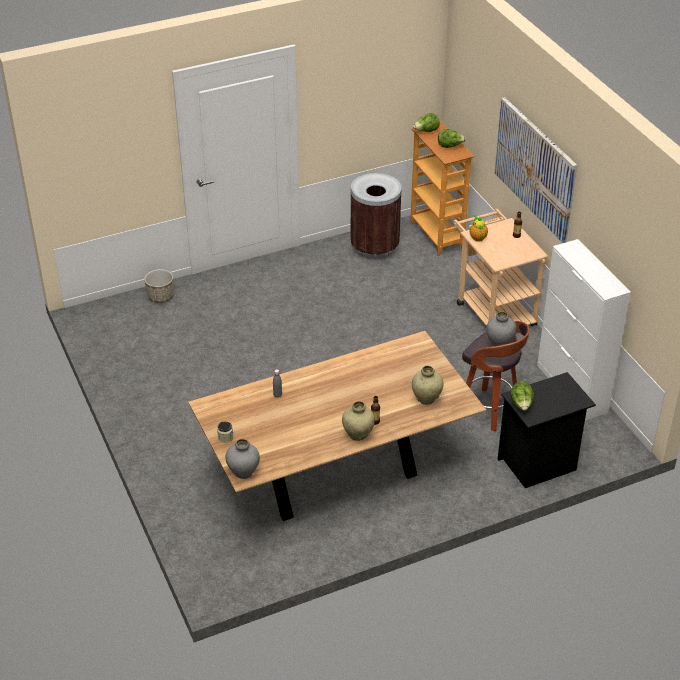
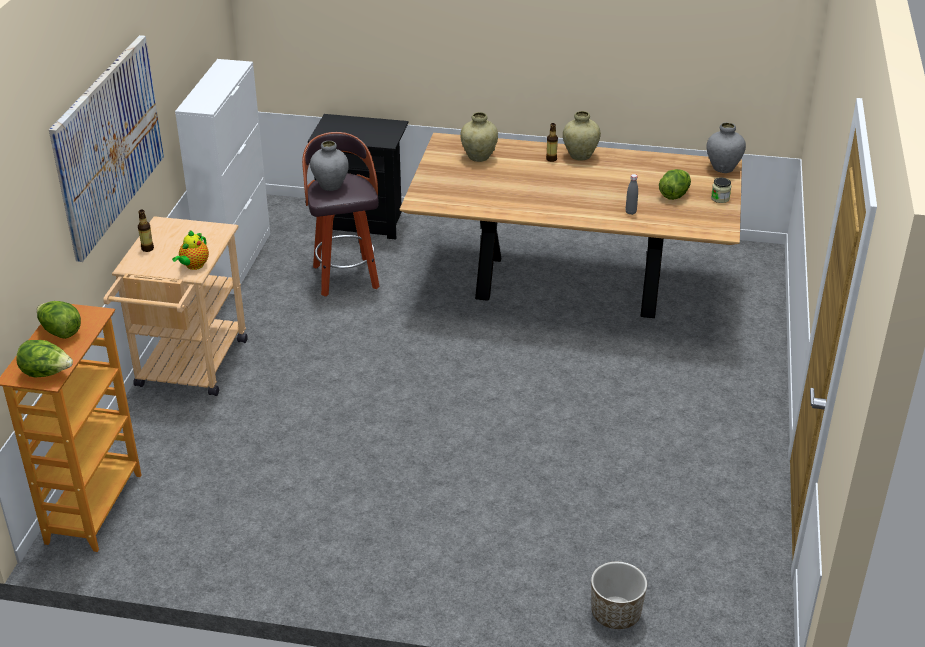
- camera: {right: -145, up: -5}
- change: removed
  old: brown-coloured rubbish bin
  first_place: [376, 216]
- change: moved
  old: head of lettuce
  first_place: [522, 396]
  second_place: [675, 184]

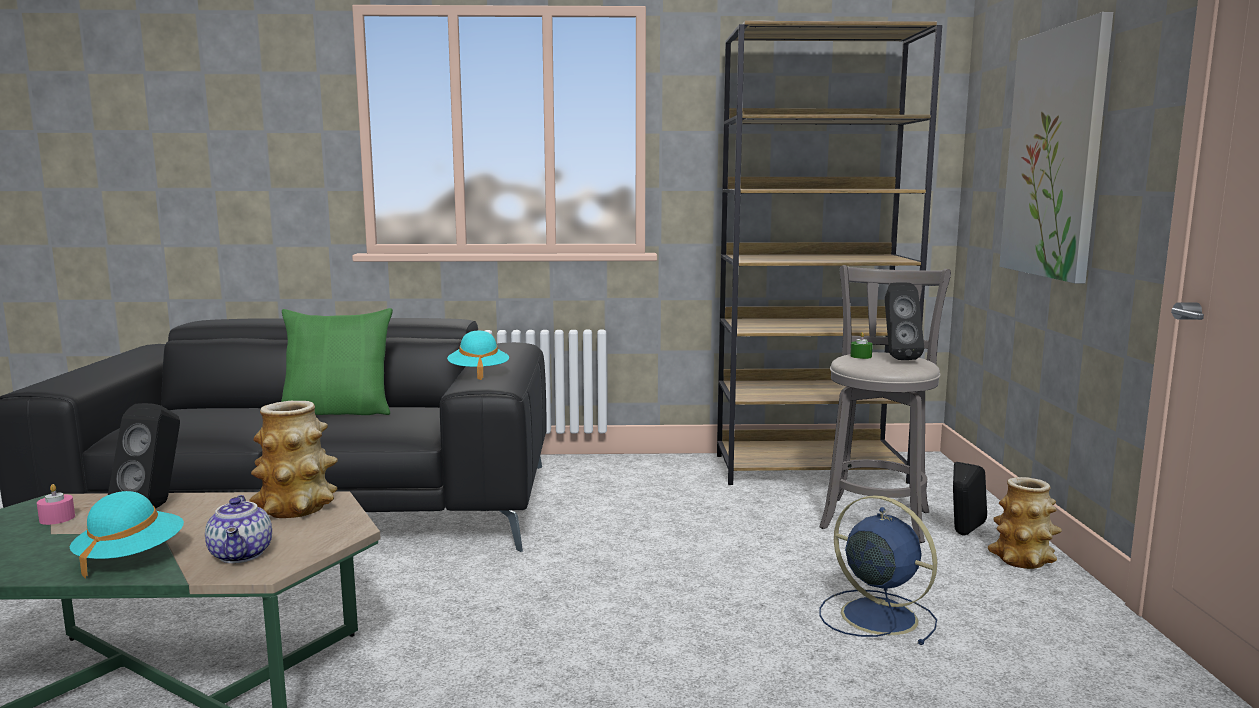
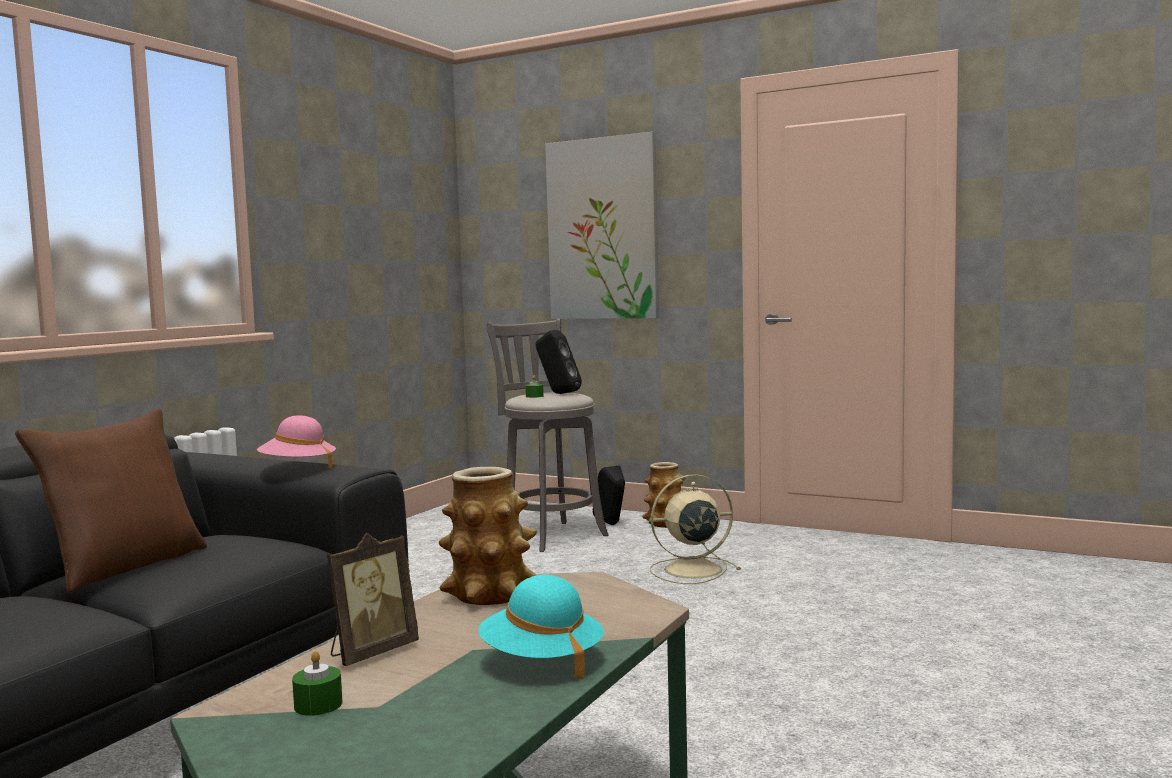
- camera: {right: -60, up: -5}
- change: removed
  old: teapot
  first_place: [238, 529]
- change: removed
  old: brown-coloured bookshelf
  first_place: [829, 253]
- change: replaced
  old: blackish speaker
  new: picture frame
  first_place: [144, 456]
  second_place: [373, 599]
- change: recoloured
  old: pink-coloured wax candle
  new: green wax candle
  first_place: [56, 504]
  second_place: [317, 683]
- change: recoloured
  old: green pillow
  new: brown-coloured pillow
  first_place: [337, 361]
  second_place: [111, 500]
- change: recoloured
  old: blue-green hat
  new: pink-coloured hat
  first_place: [478, 355]
  second_place: [296, 442]
- change: recoloured
  old: bluish cooling fan
  new: sand-coloured cooling fan
  first_place: [878, 570]
  second_place: [695, 529]

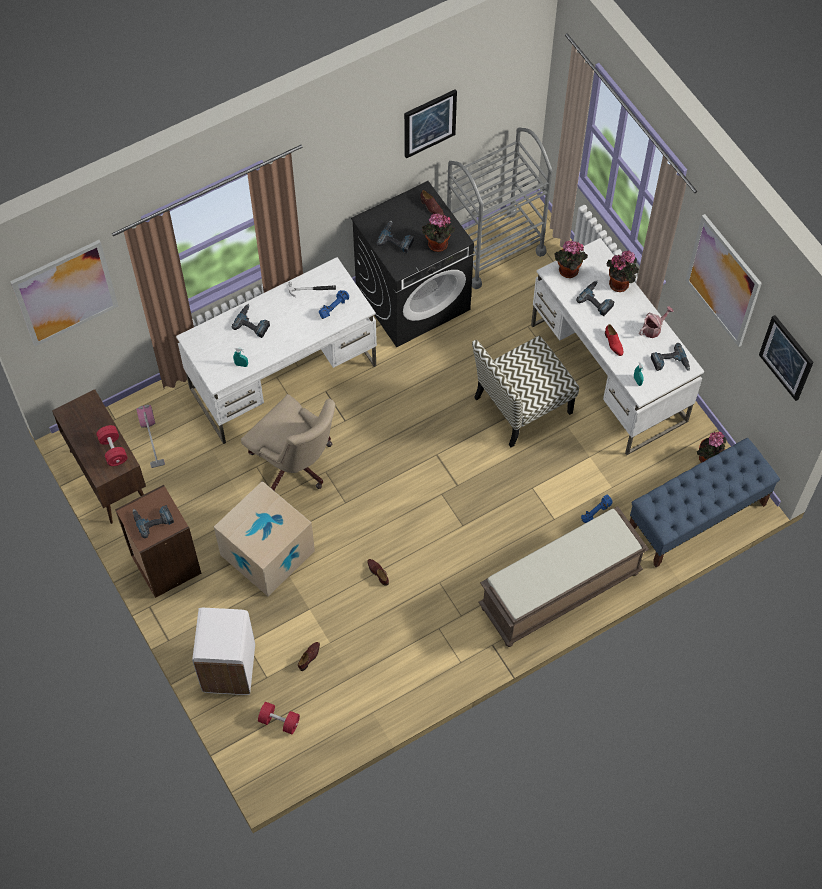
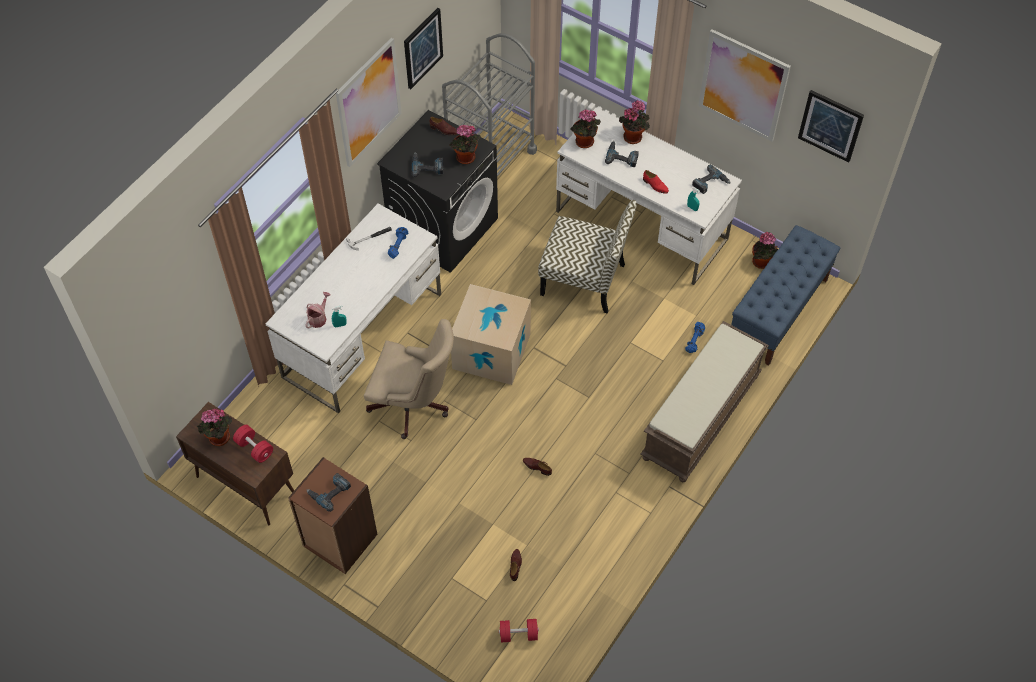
- camera: {right: -25, up: -5}
- change: removed
  old: vacuum cleaner
  first_place: [150, 436]
- change: removed
  old: white rubbish bin
  first_place: [223, 651]
- change: removed
  old: electric drill
  first_place: [251, 321]
- change: added
  new: plant in a pot
  second_place: [214, 427]
- change: moved
  old: wall picture
  first_place: [64, 293]
  second_place: [369, 102]
- change: moved
  old: packing box
  first_place: [264, 538]
  second_place: [491, 334]
- change: moved
  old: sprinkling can
  first_place: [656, 322]
  second_place: [318, 310]
- change: turned
  old: plain chair
  first_place: [525, 391]
  second_place: [587, 256]
  degrees: -105

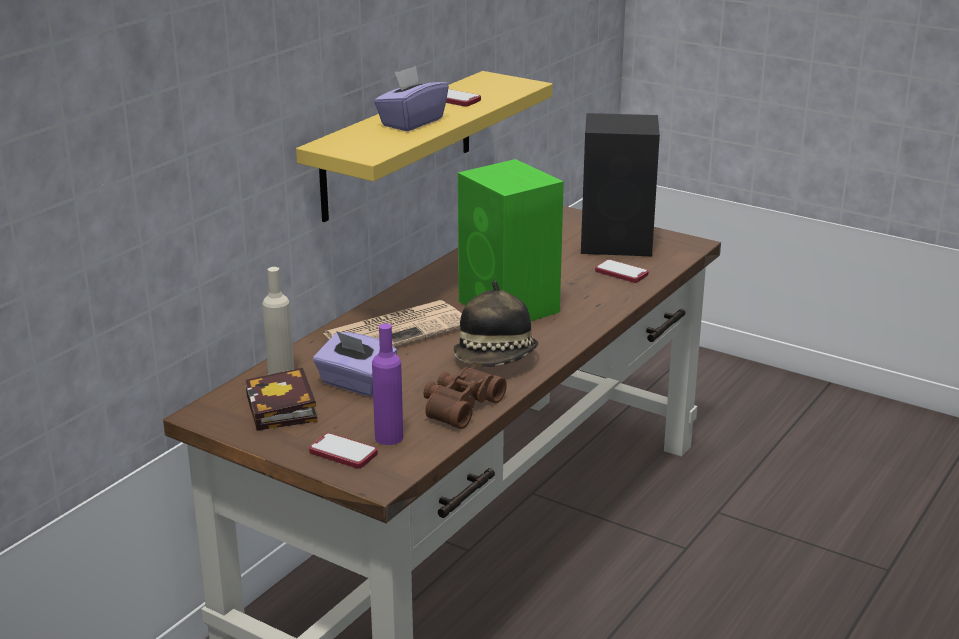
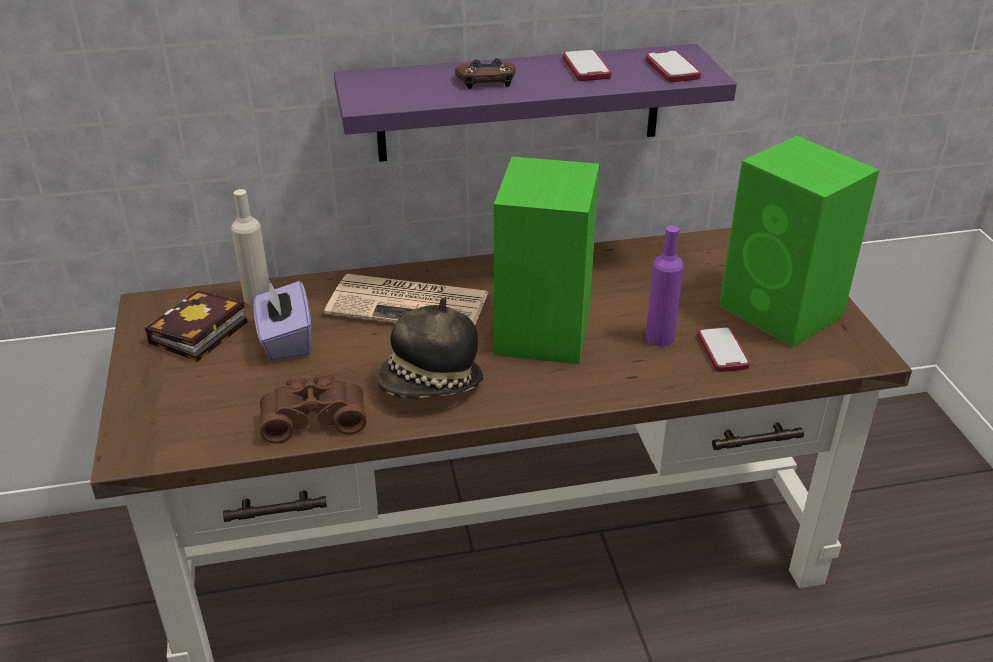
- camera: {right: 45, up: 10}
- change: moved
  old: telephone
  first_place: [343, 450]
  second_place: [673, 66]
- change: moved
  old: purple-coloured bottle
  first_place: [387, 384]
  second_place: [664, 285]
- change: replaced
  old: purple-coloured tissue holder
  new: brown-coloured gamepad
  first_place: [411, 98]
  second_place: [485, 73]
- change: recoloured
  old: yellow bracket shelf
  new: purple-coloured bracket shelf
  first_place: [424, 146]
  second_place: [535, 103]
- change: recoloured
  old: blackish speaker
  new: green speaker
  first_place: [620, 184]
  second_place: [799, 241]

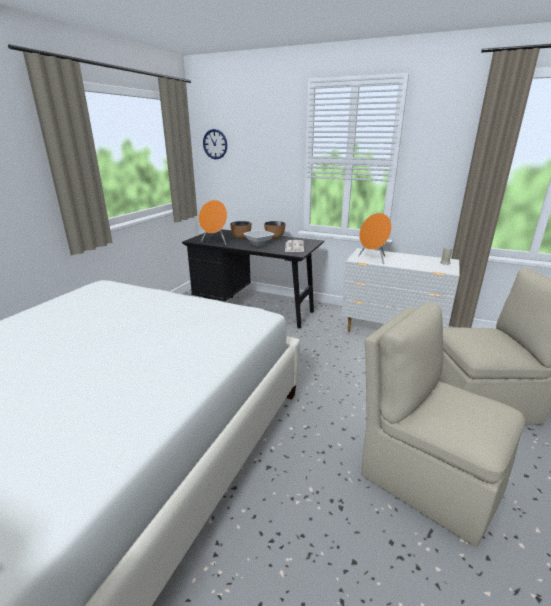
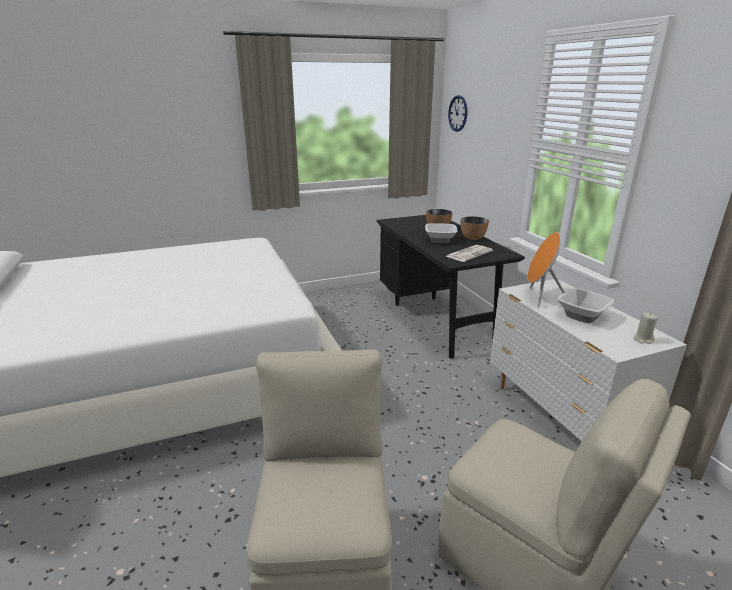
- camera: {right: 45, up: 0}
- change: removed
  old: orange-coloured speaker
  first_place: [213, 222]
- change: added
  new: bowl
  second_place: [585, 305]

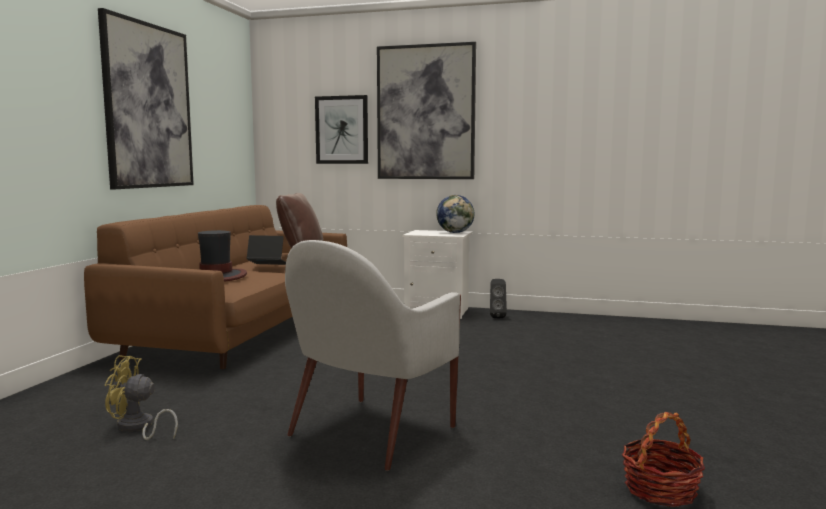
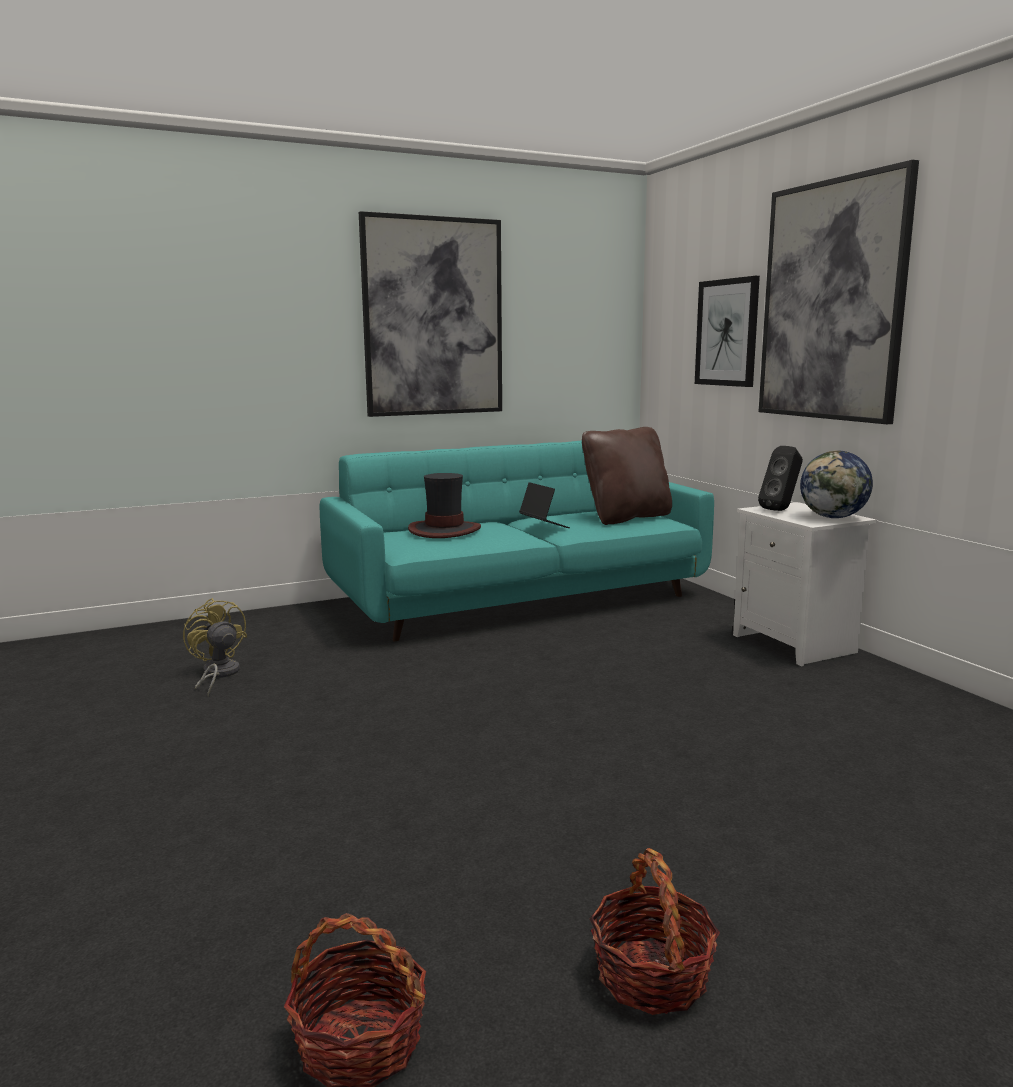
- camera: {right: 50, up: 5}
- change: removed
  old: white armchair
  first_place: [373, 355]
- change: added
  new: basket
  second_place: [654, 931]
- change: moved
  old: blackish speaker
  first_place: [498, 298]
  second_place: [780, 478]
- change: recoloured
  old: brown-coloured sofa
  new: blue-green sofa
  first_place: [215, 287]
  second_place: [517, 541]

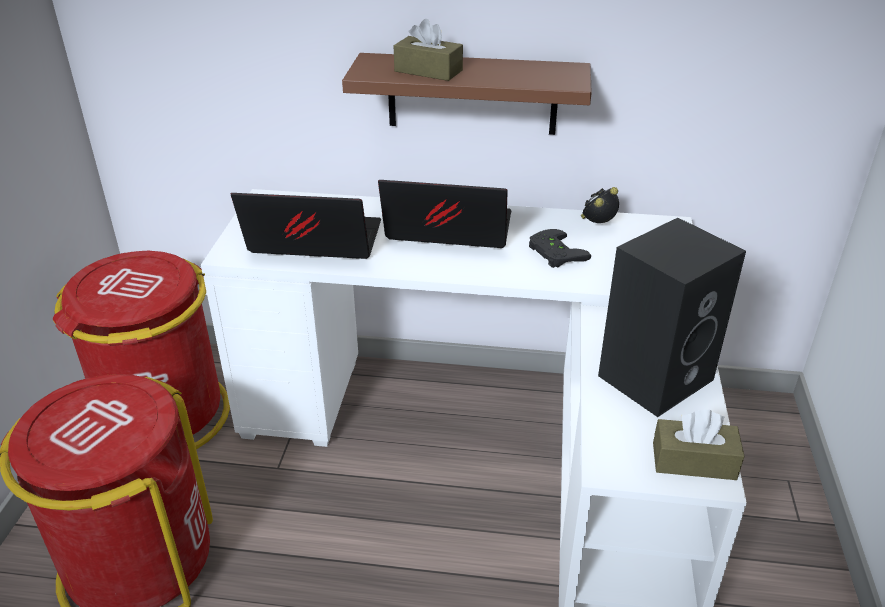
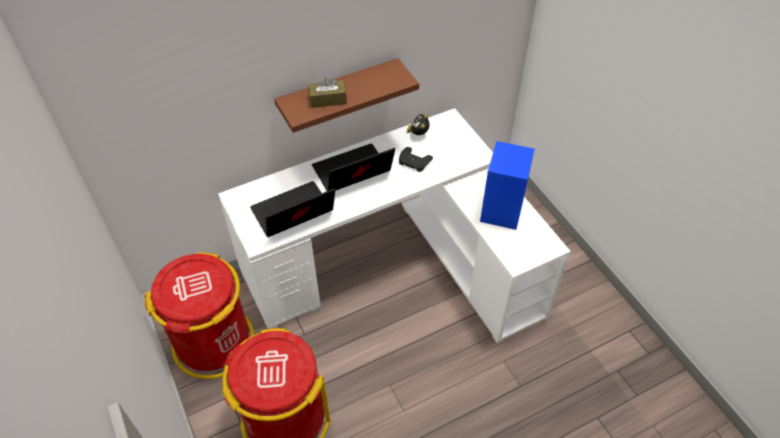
- camera: {right: -35, up: 15}
- change: removed
  old: brown-coloured tissue holder
  first_place: [698, 445]
- change: recoloured
  old: blackish speaker
  new: bluish speaker
  first_place: [672, 317]
  second_place: [507, 185]

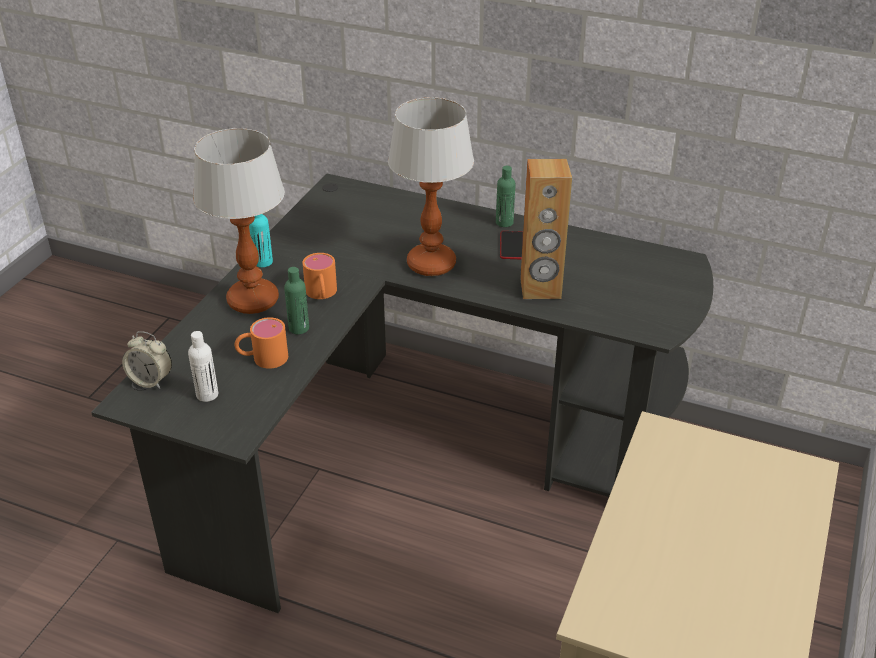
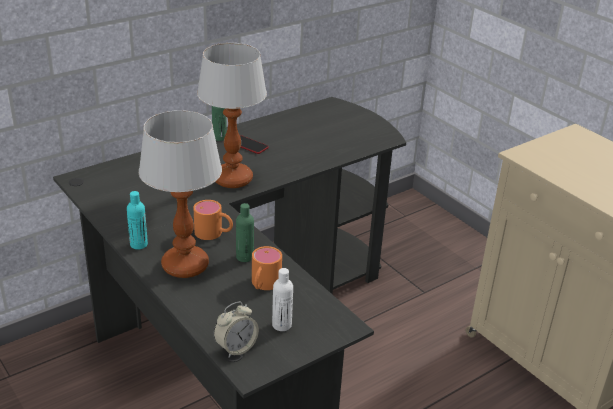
- camera: {right: -60, up: -5}
- change: removed
  old: brown-coloured speaker
  first_place: [546, 229]

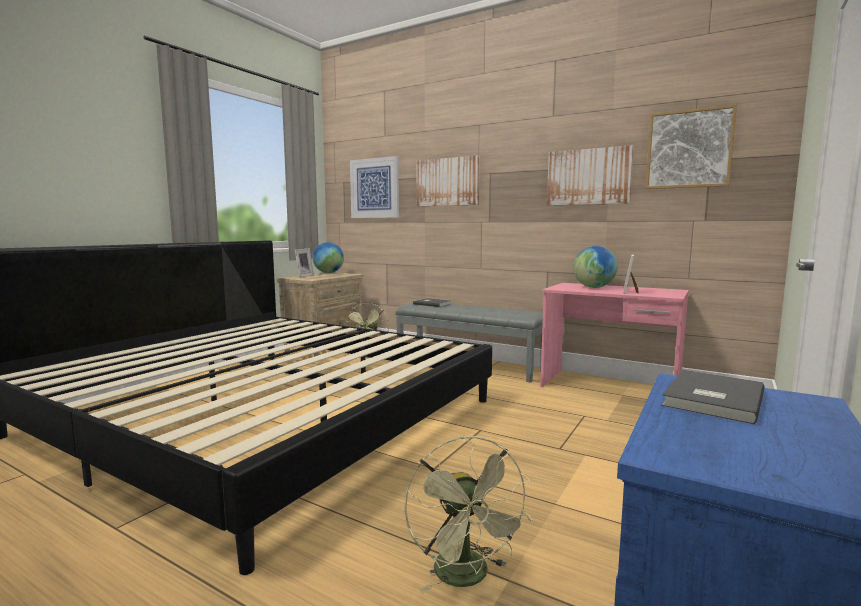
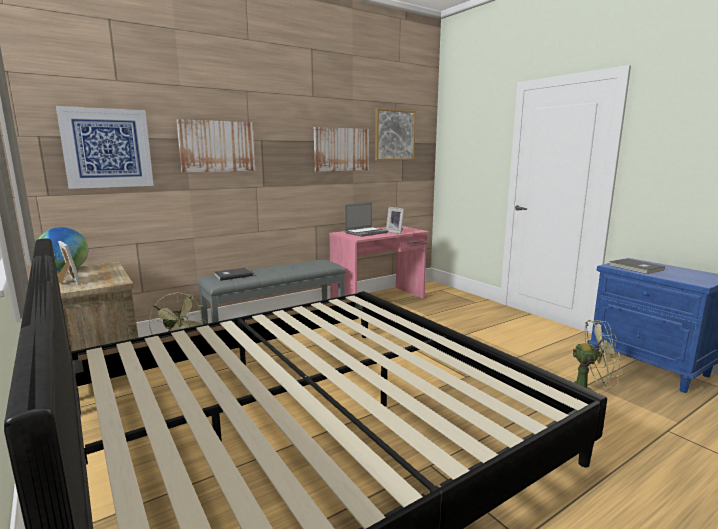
- camera: {right: -65, up: 5}
- change: replaced
  old: desk globe
  new: portable computer
  first_place: [596, 267]
  second_place: [367, 219]

